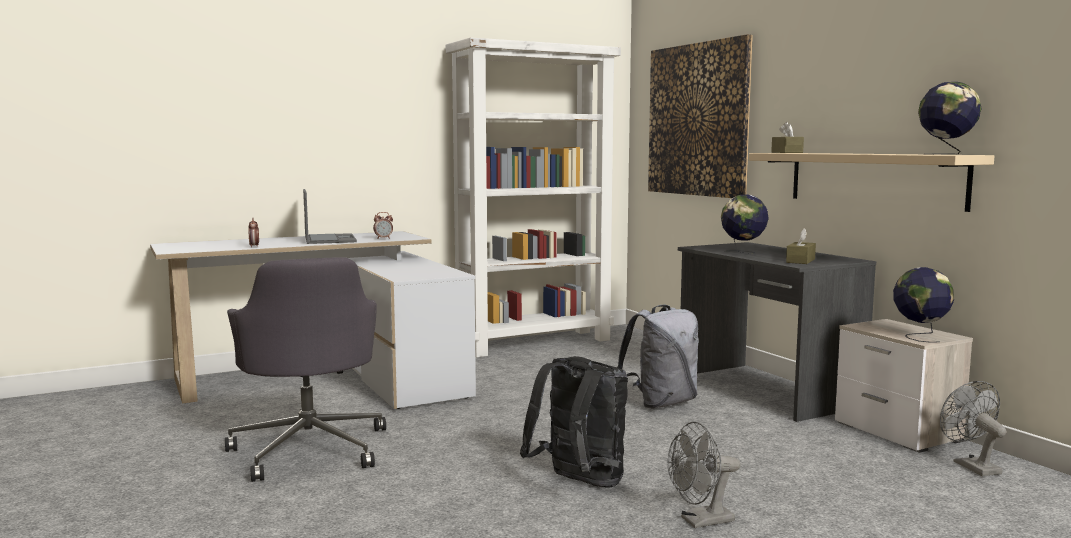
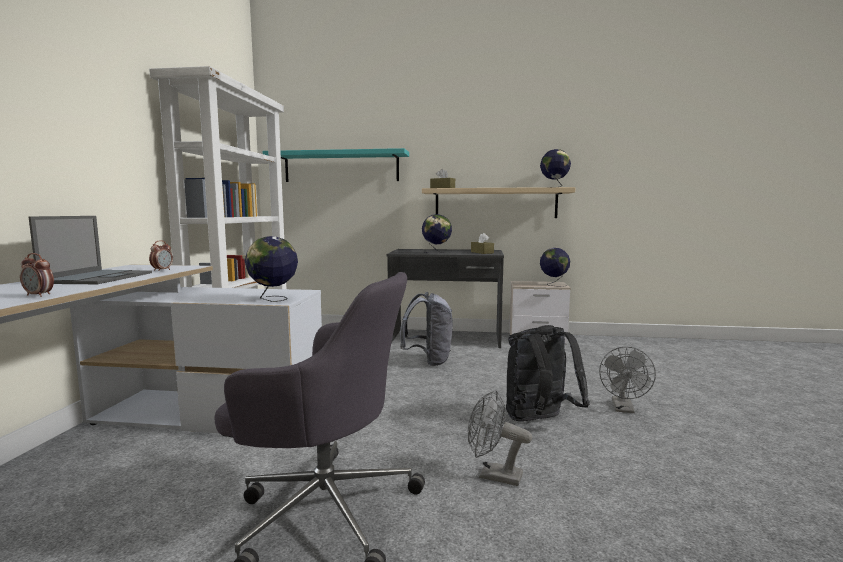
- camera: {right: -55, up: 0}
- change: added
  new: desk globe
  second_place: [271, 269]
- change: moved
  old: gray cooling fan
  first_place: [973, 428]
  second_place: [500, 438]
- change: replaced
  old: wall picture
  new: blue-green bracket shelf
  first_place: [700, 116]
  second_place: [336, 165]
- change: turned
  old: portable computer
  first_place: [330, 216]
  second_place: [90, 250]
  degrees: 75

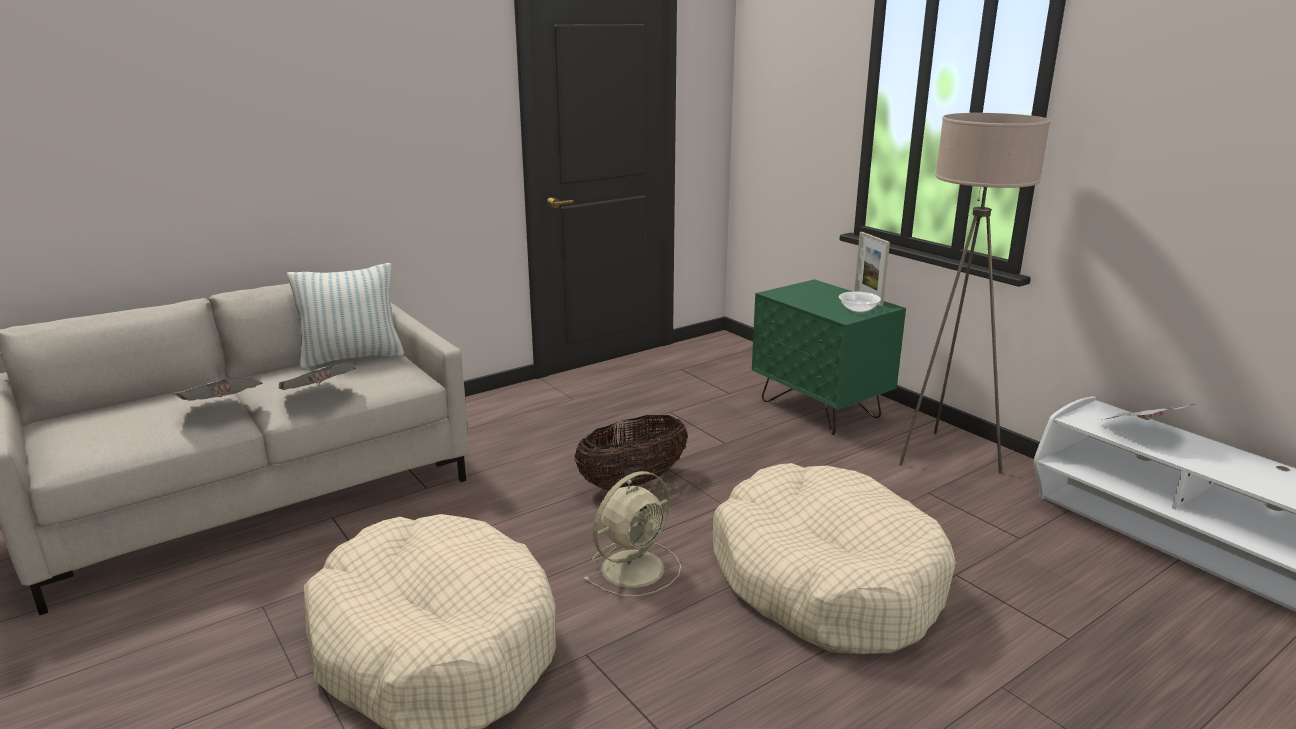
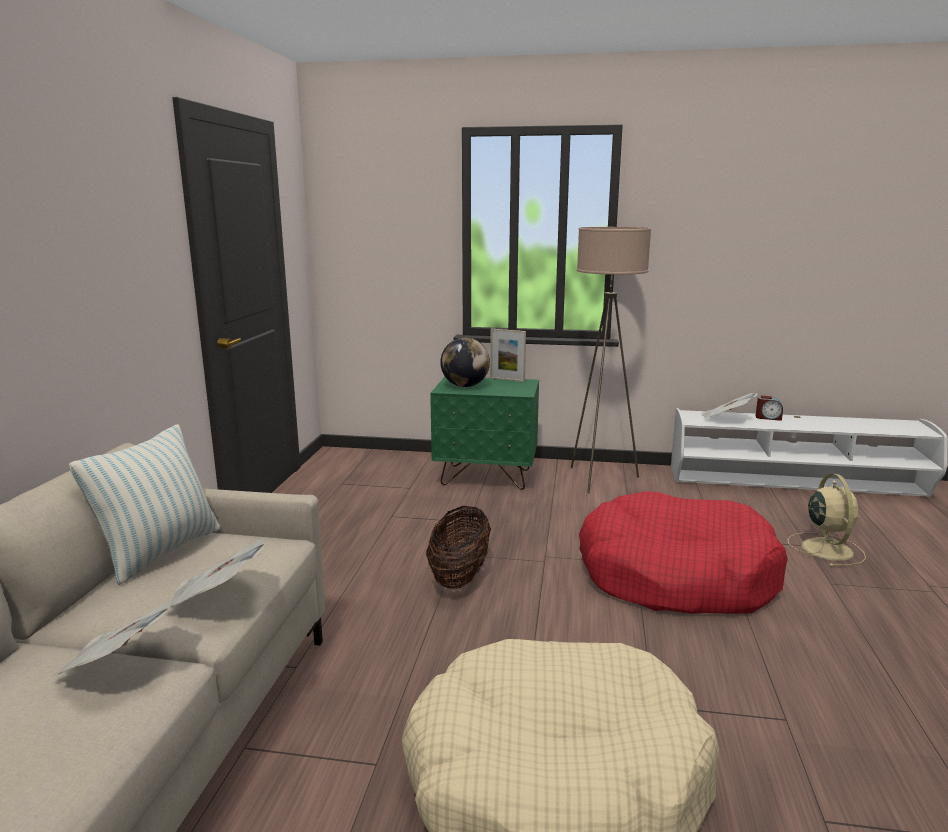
- camera: {right: -45, up: -5}
- change: removed
  old: bowl
  first_place: [860, 302]
- change: added
  new: desk globe
  second_place: [465, 362]
- change: added
  new: table clock
  second_place: [769, 408]
- change: moved
  old: sand-coloured cooling fan
  first_place: [632, 534]
  second_place: [826, 520]
- change: recoloured
  old: sand-coloured dog bed
  new: red dog bed
  first_place: [834, 558]
  second_place: [683, 552]

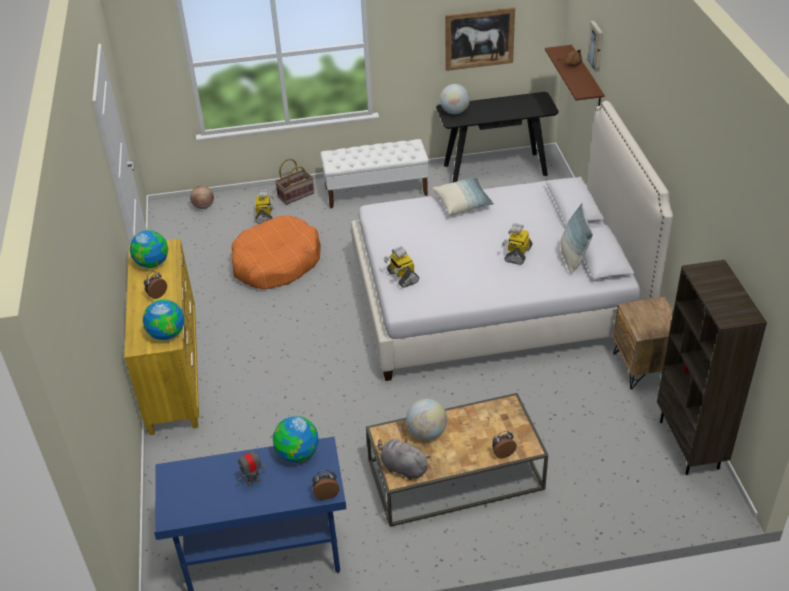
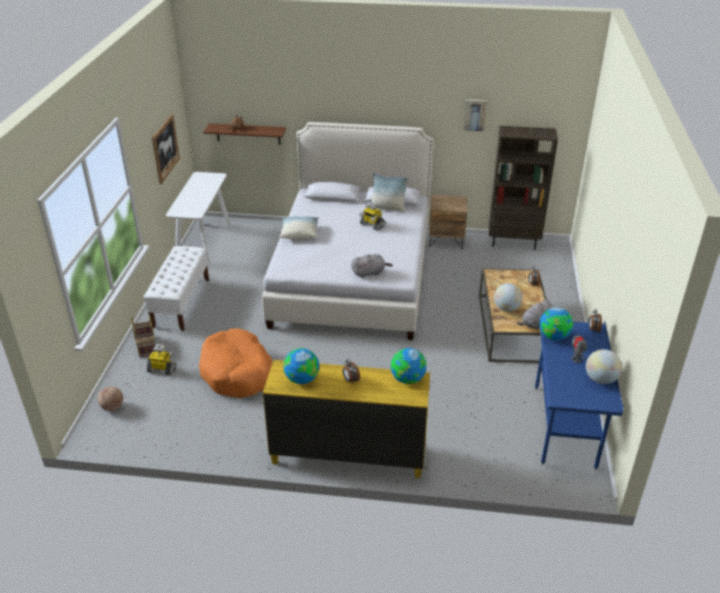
- camera: {right: -75, up: -5}
- change: moved
  old: desk globe
  first_place: [455, 99]
  second_place: [604, 366]
- change: moved
  old: wall picture
  first_place: [595, 46]
  second_place: [475, 115]
- change: replaced
  old: model robot
  new: gray soft toy
  first_place: [401, 267]
  second_place: [372, 266]
- change: recoloured
  old: blackish hall table
  new: white hall table
  first_place: [497, 137]
  second_place: [198, 219]

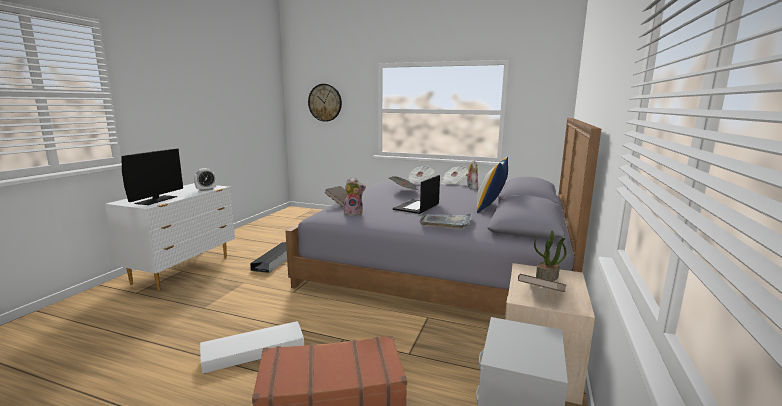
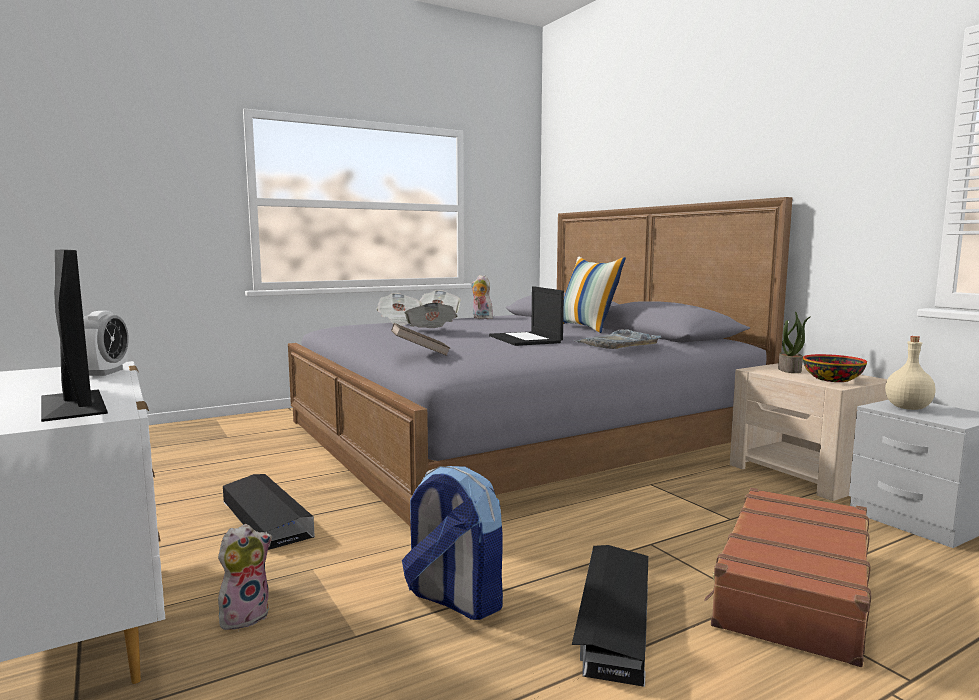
- camera: {right: -50, up: -5}
- change: removed
  old: hanging clock
  first_place: [325, 103]
- change: added
  new: knapsack
  second_place: [452, 543]
- change: added
  new: sand-coloured bottle
  second_place: [910, 373]
- change: moved
  old: soft toy
  first_place: [355, 197]
  second_place: [245, 577]
- change: replaced
  old: brown-coloured volume
  new: bowl
  first_place: [542, 283]
  second_place: [835, 368]
- change: recoloured
  old: white storage box
  new: blackish storage box
  first_place: [252, 347]
  second_place: [610, 616]

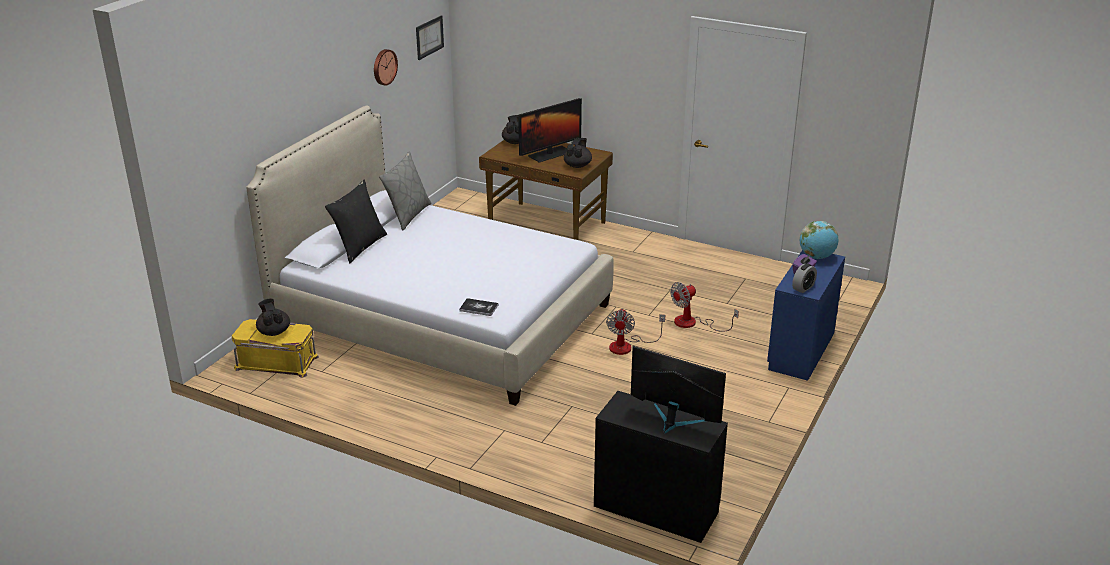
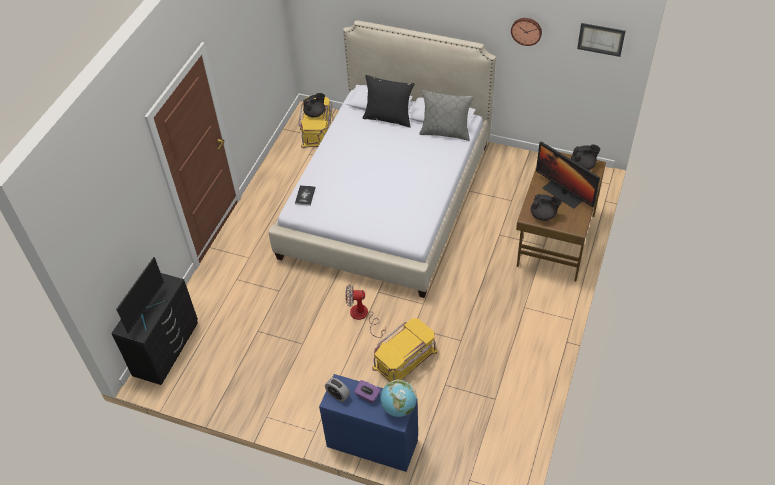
- camera: {right: 85, up: 20}
- change: replaced
  old: cooling fan
  new: yellow storage box
  first_place: [704, 307]
  second_place: [405, 350]

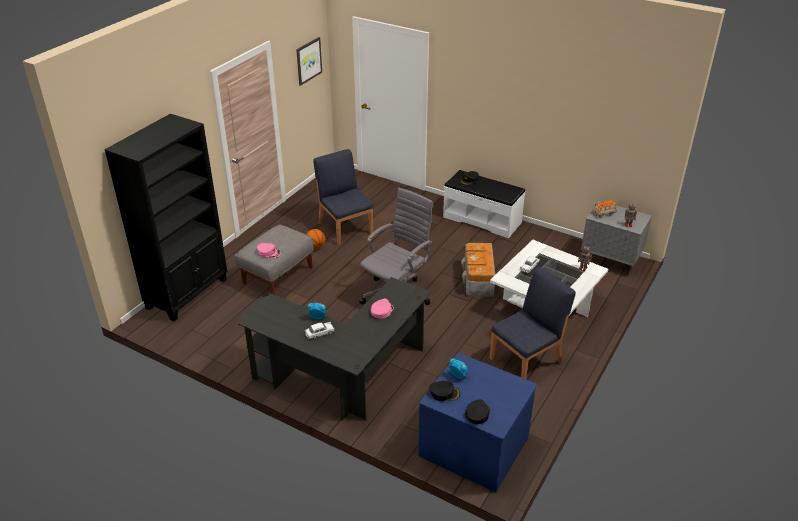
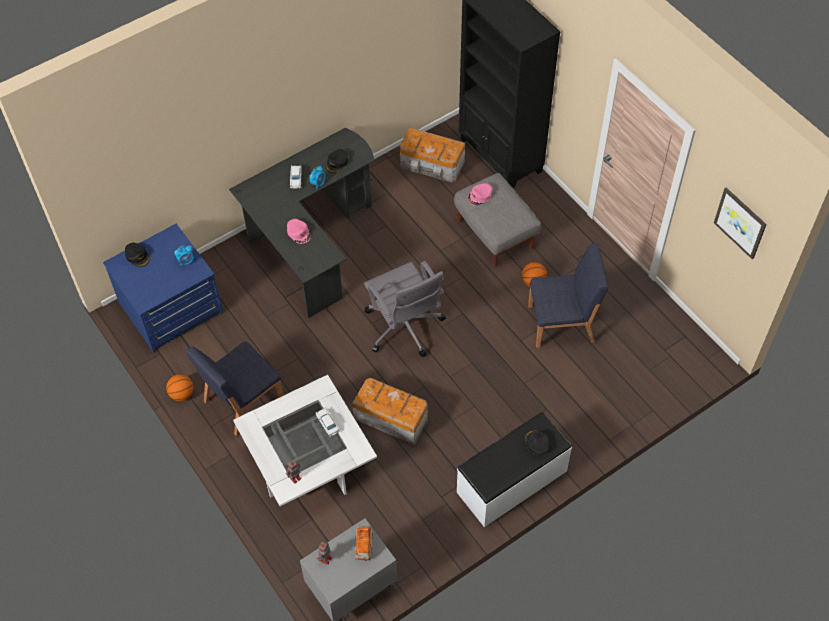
- camera: {right: 115, up: 20}
- change: added
  new: ball for basketball
  second_place: [180, 387]
- change: added
  new: storage box
  second_place: [432, 154]
- change: moved
  old: blackish peaked cap
  first_place: [444, 391]
  second_place: [336, 161]
- change: turned
  old: bluish plain chair
  first_place: [533, 323]
  second_place: [234, 389]
  degrees: 60

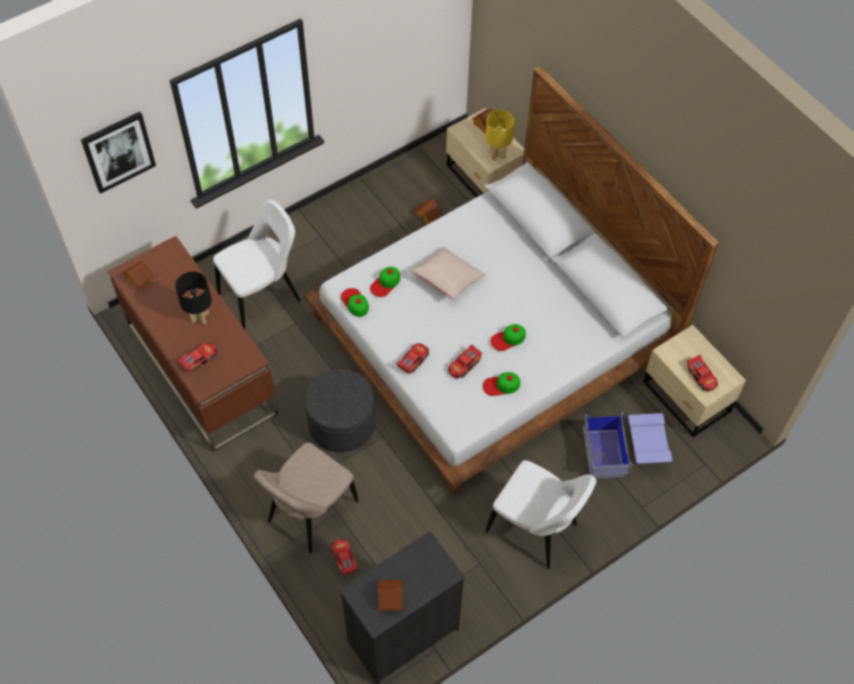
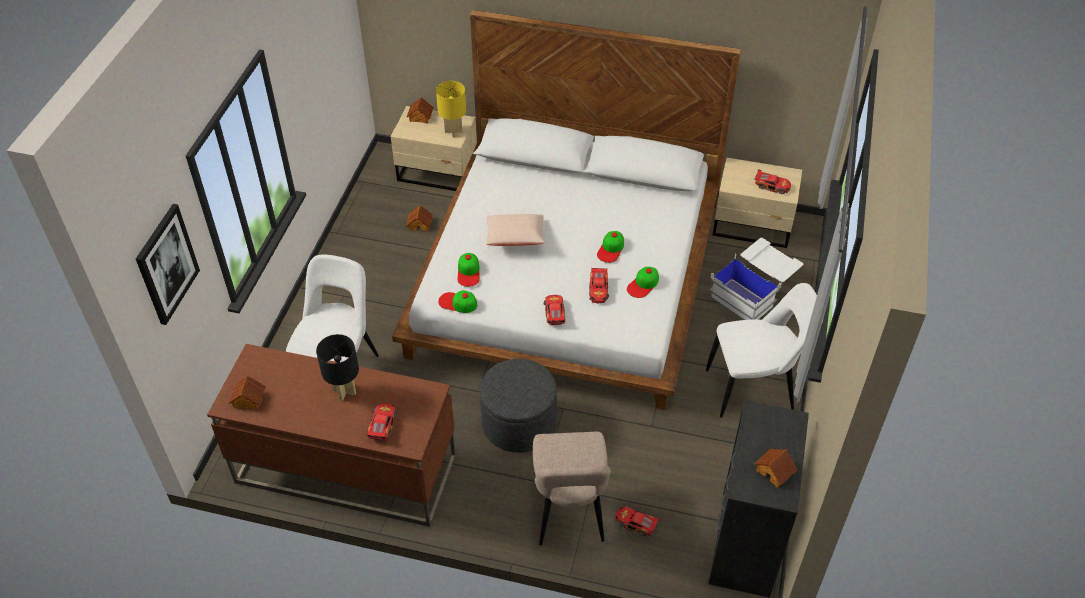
- camera: {right: -40, up: -10}
- change: recoloured
  old: bluish storage box
  new: white storage box
  first_place: [627, 445]
  second_place: [756, 279]

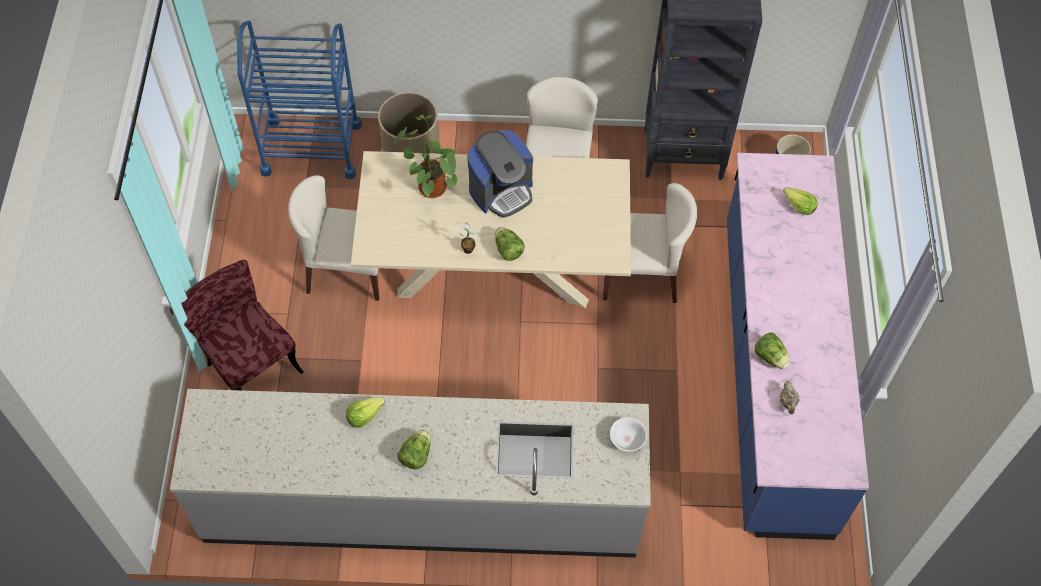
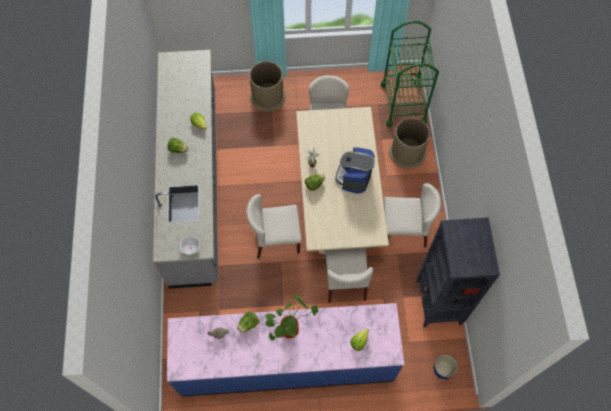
- camera: {right: 85, up: 5}
- change: added
  new: sand-coloured plain chair
  second_place: [274, 226]
- change: moved
  old: plant in a pot
  first_place: [426, 156]
  second_place: [291, 318]
- change: replaced
  old: red plain chair
  new: brown-coloured rubbish bin
  first_place: [237, 325]
  second_place: [267, 86]
- change: recoloured
  old: bluish wheeled cart
  new: green wheeled cart
  first_place: [299, 100]
  second_place: [410, 73]
- change: turned
  old: coffee maker
  first_place: [500, 174]
  second_place: [355, 170]
  degrees: 60

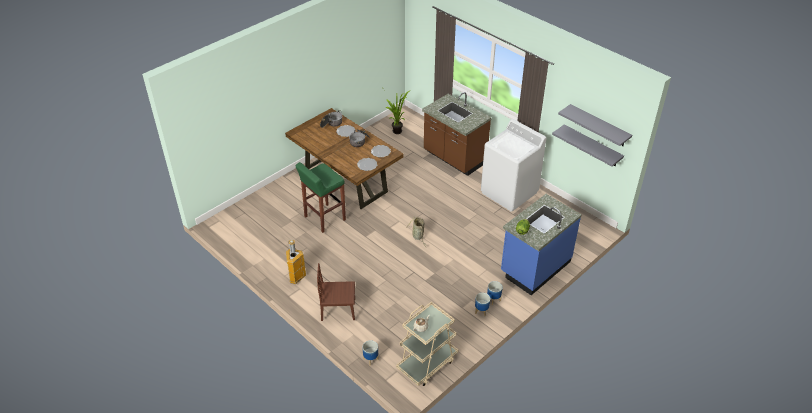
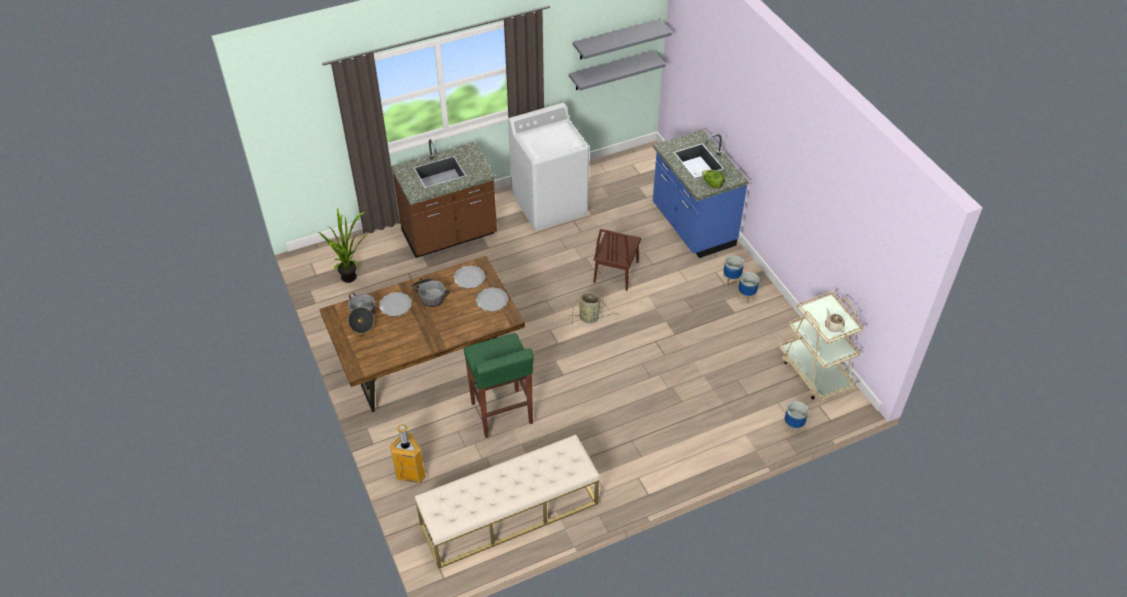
- camera: {right: -70, up: 5}
- change: added
  new: sand-coloured long seat
  second_place: [507, 502]
- change: moved
  old: rubbish bin
  first_place: [296, 262]
  second_place: [408, 454]
- change: moved
  old: brown-coloured plain chair
  first_place: [336, 292]
  second_place: [617, 260]

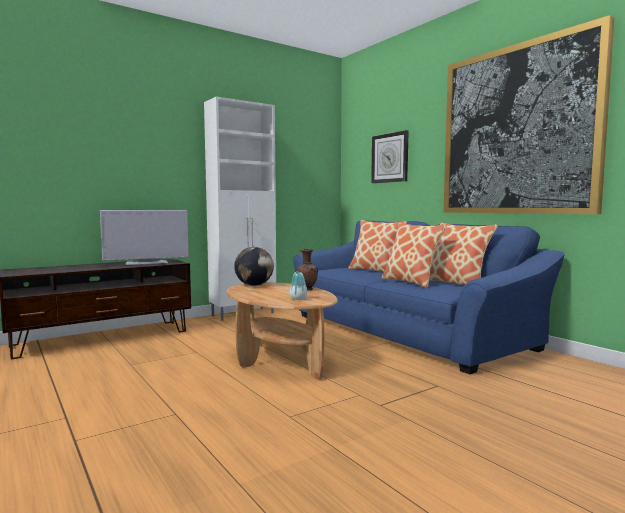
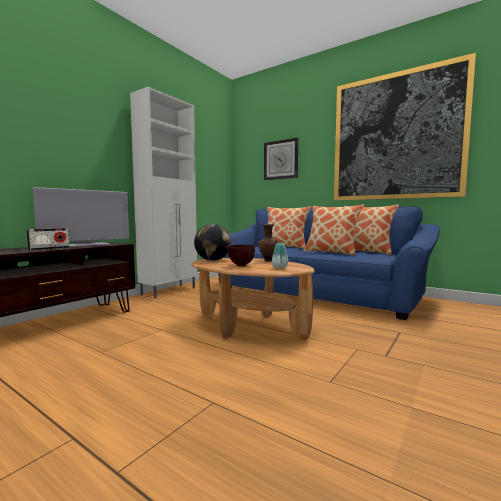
- camera: {right: -20, up: 0}
- change: added
  new: radio receiver
  second_place: [48, 239]
- change: added
  new: brown-coloured bowl
  second_place: [240, 256]

